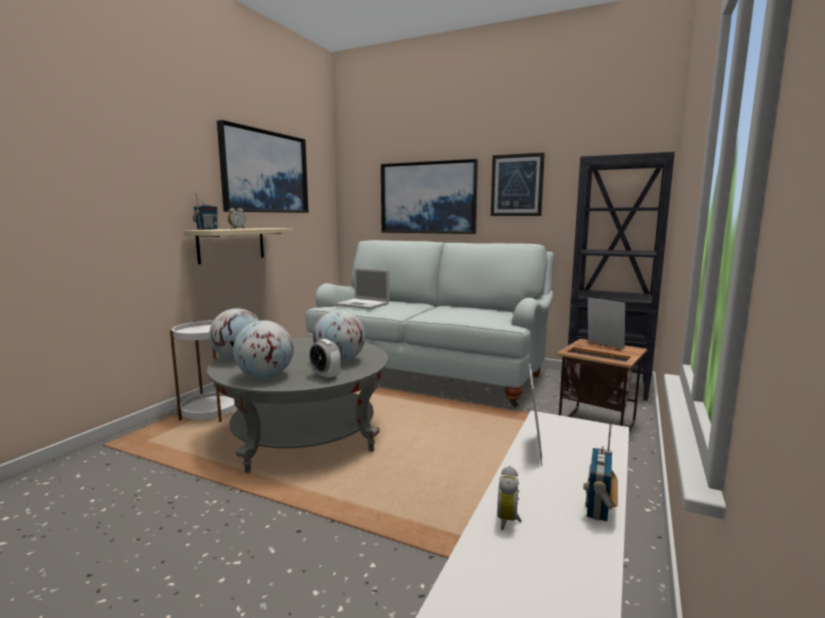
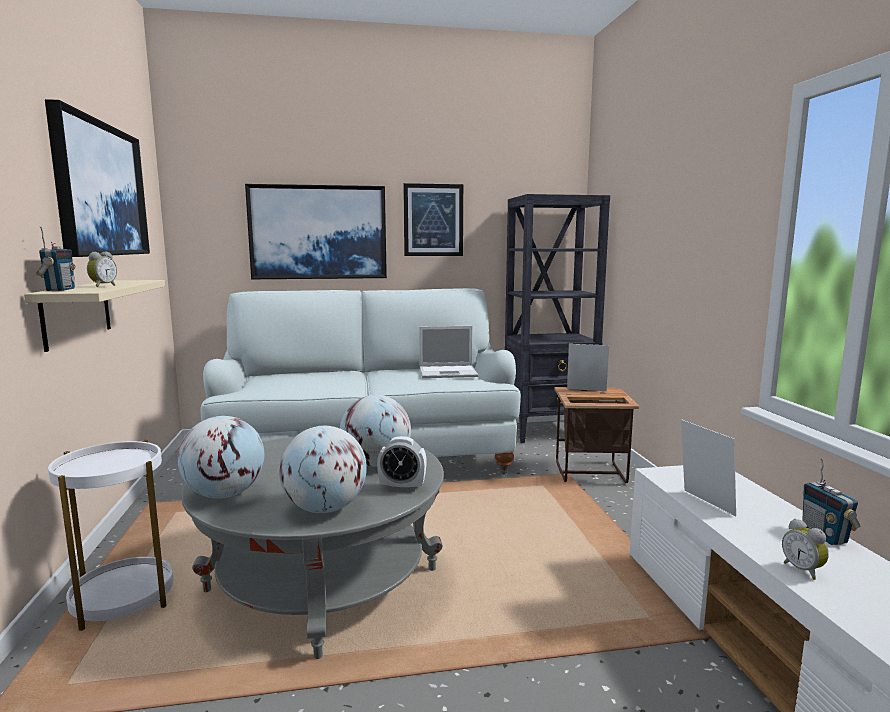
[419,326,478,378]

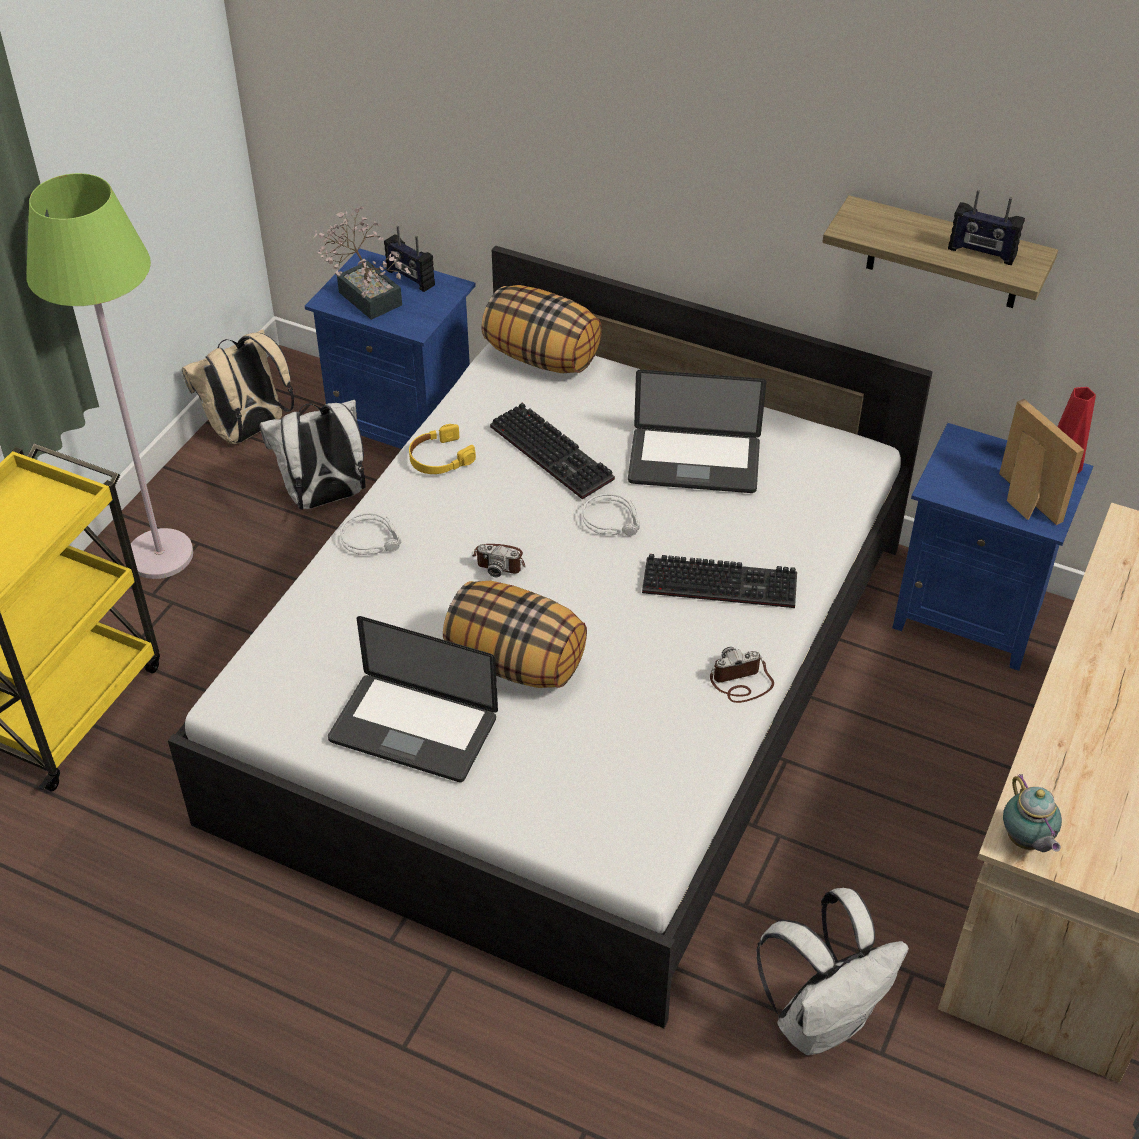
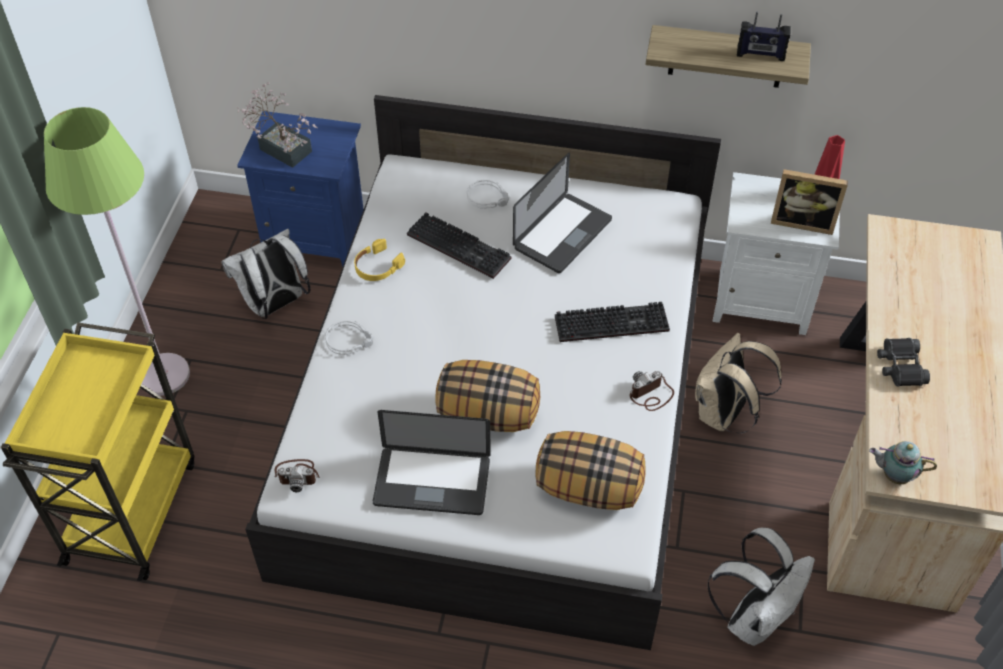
[274,459,320,492]
[467,180,509,209]
[513,153,612,273]
[536,431,646,510]
[695,333,782,433]
[712,172,840,335]
[771,169,848,235]
[869,441,937,484]
[877,338,930,386]
[384,226,435,292] (first image)

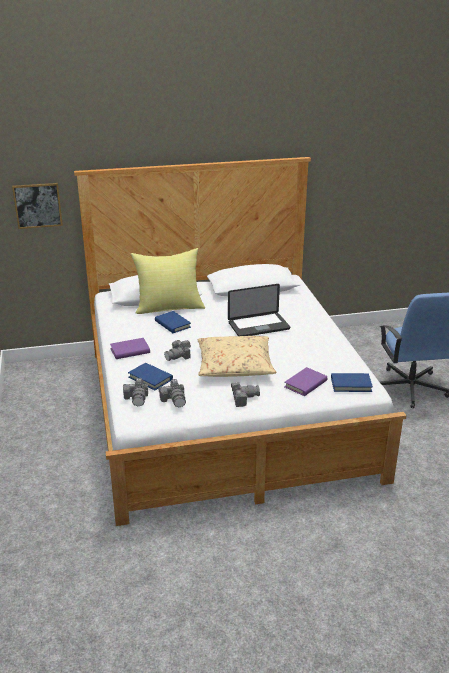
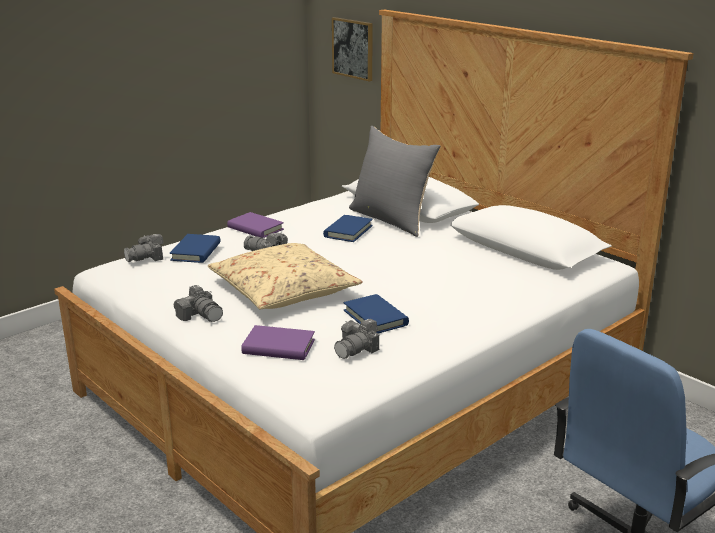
[334,319,379,359]
[343,294,409,334]
[349,126,441,237]
[228,284,290,336] (first image)

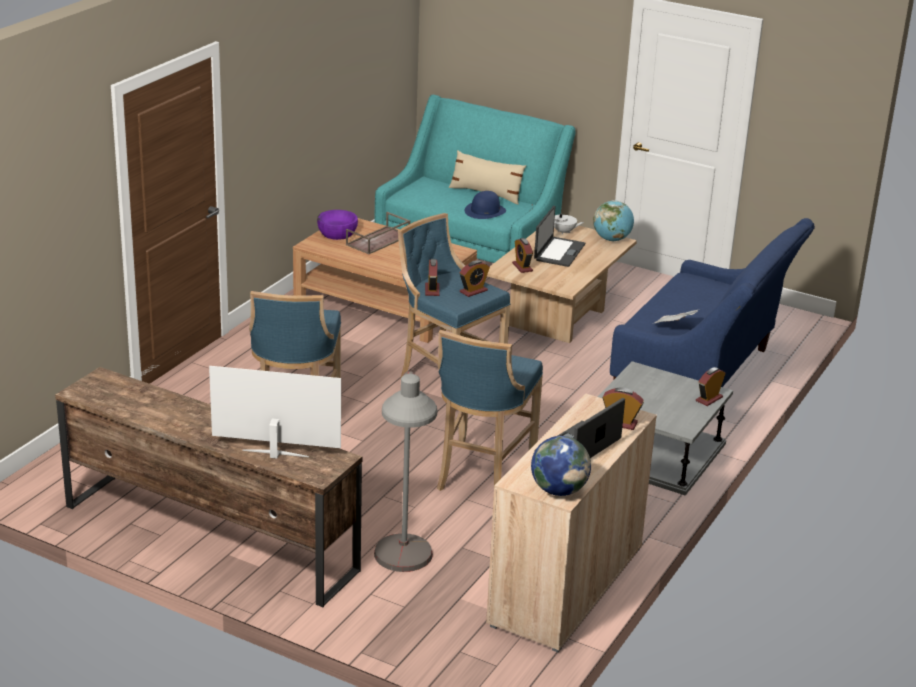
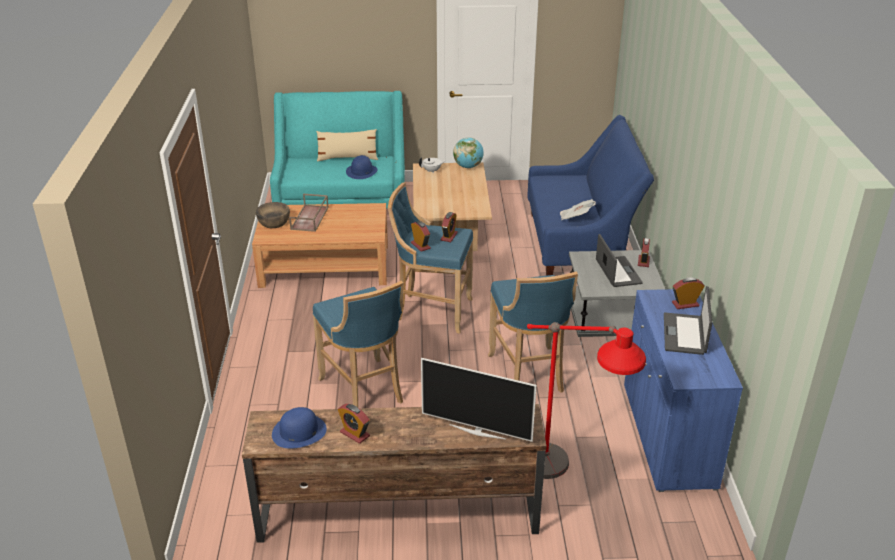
[256,202,290,228]
[272,407,327,449]
[338,404,370,444]
[421,358,537,442]
[527,322,646,479]
[596,234,643,287]
[624,289,743,492]
[531,436,591,496] (first image)

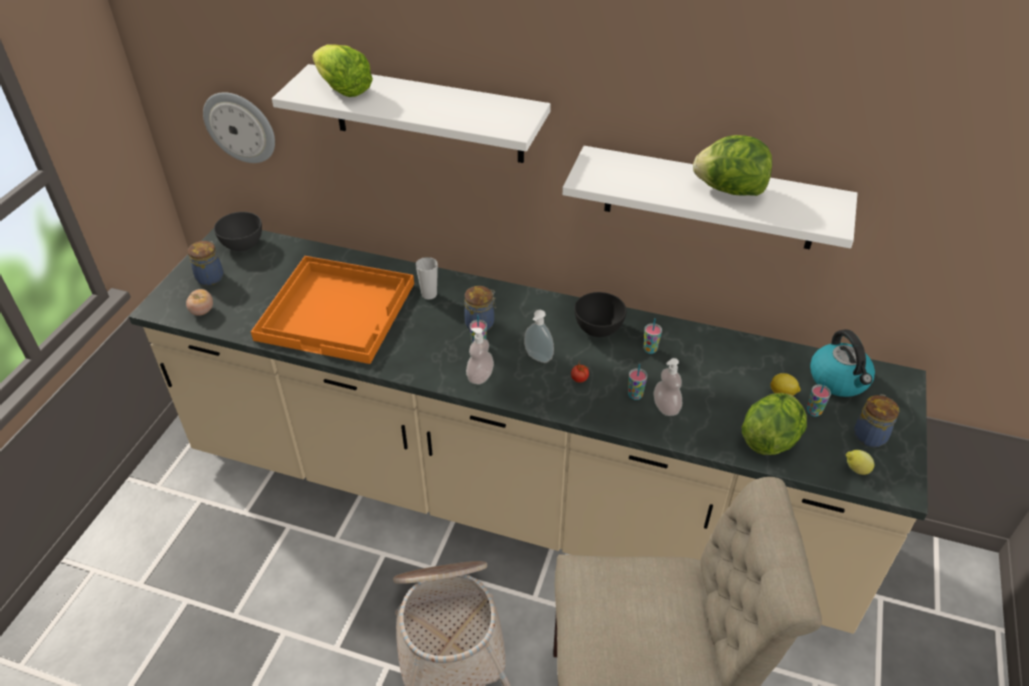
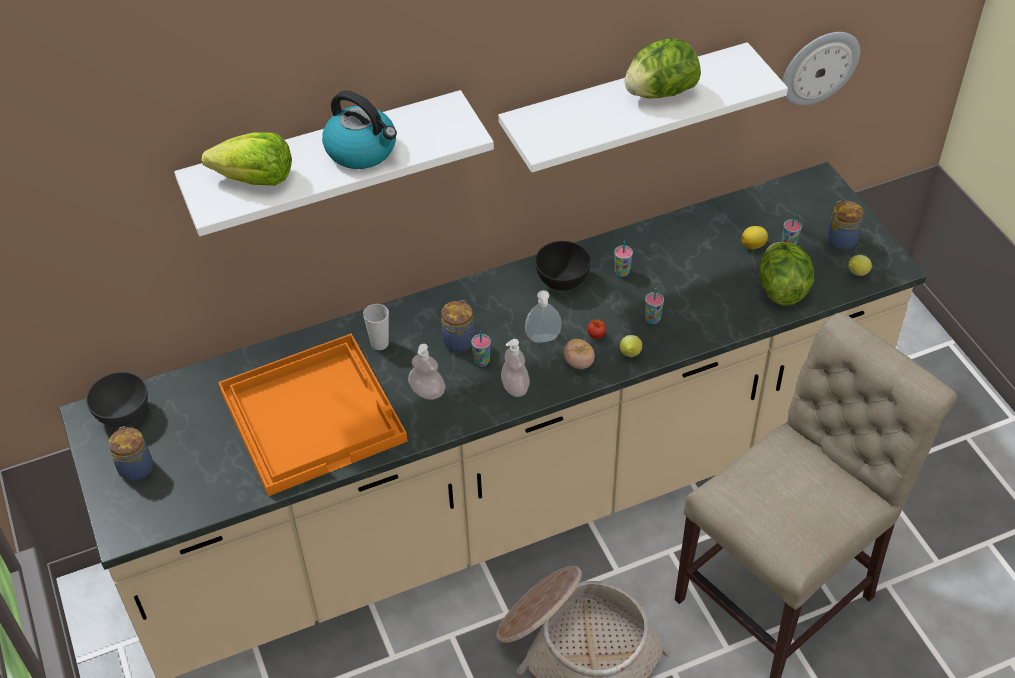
[322,90,397,169]
[408,344,445,400]
[564,339,595,369]
[620,335,642,357]
[783,32,860,105]

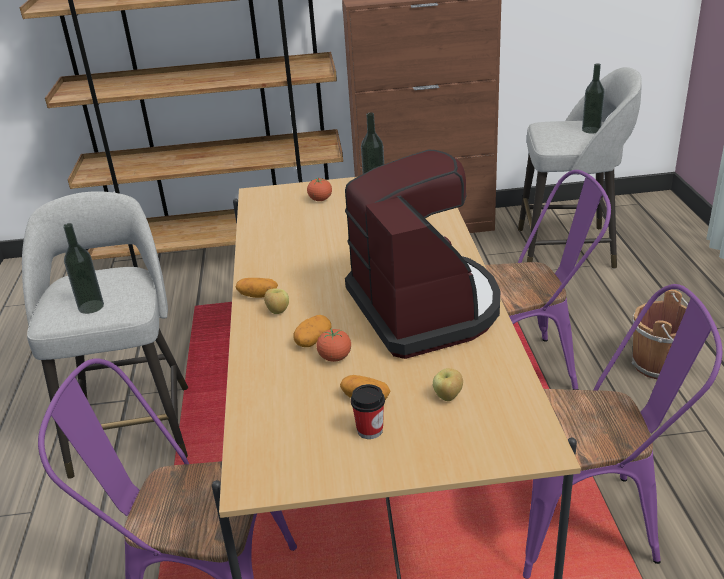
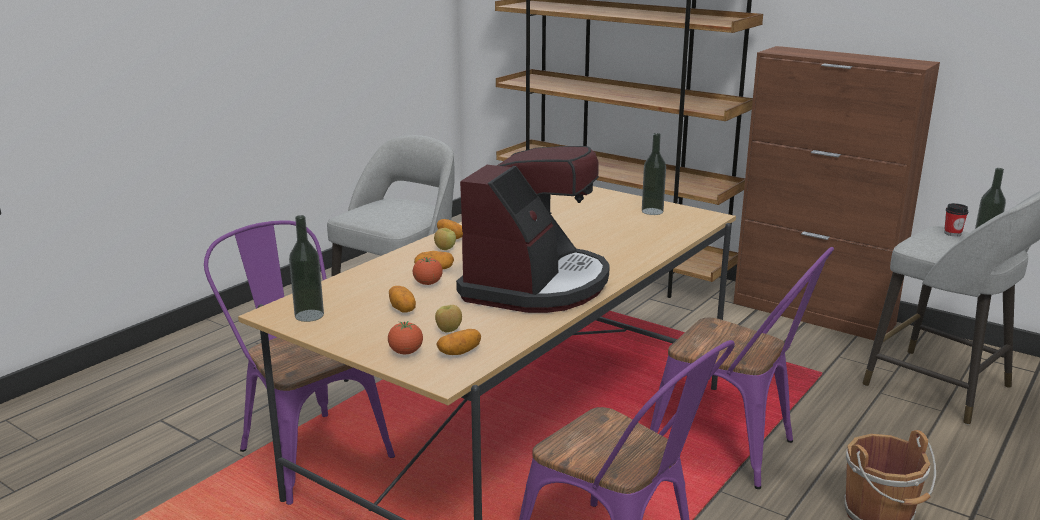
[289,215,324,322]
[388,321,423,354]
[436,329,481,355]
[944,203,968,236]

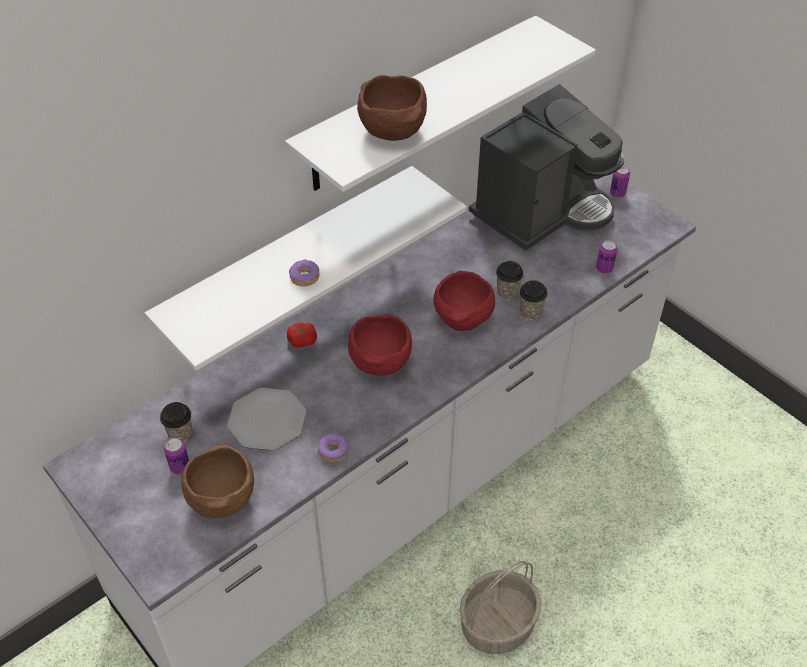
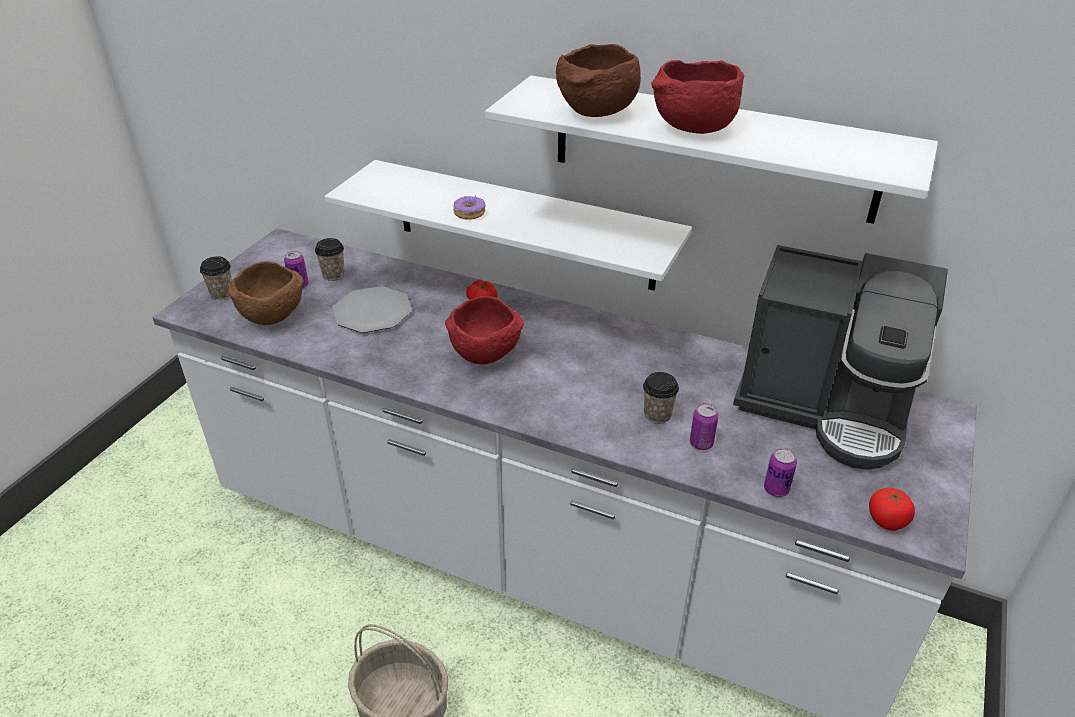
[200,256,232,300]
[651,60,744,134]
[690,403,719,450]
[869,488,915,531]
[318,433,348,462] (first image)

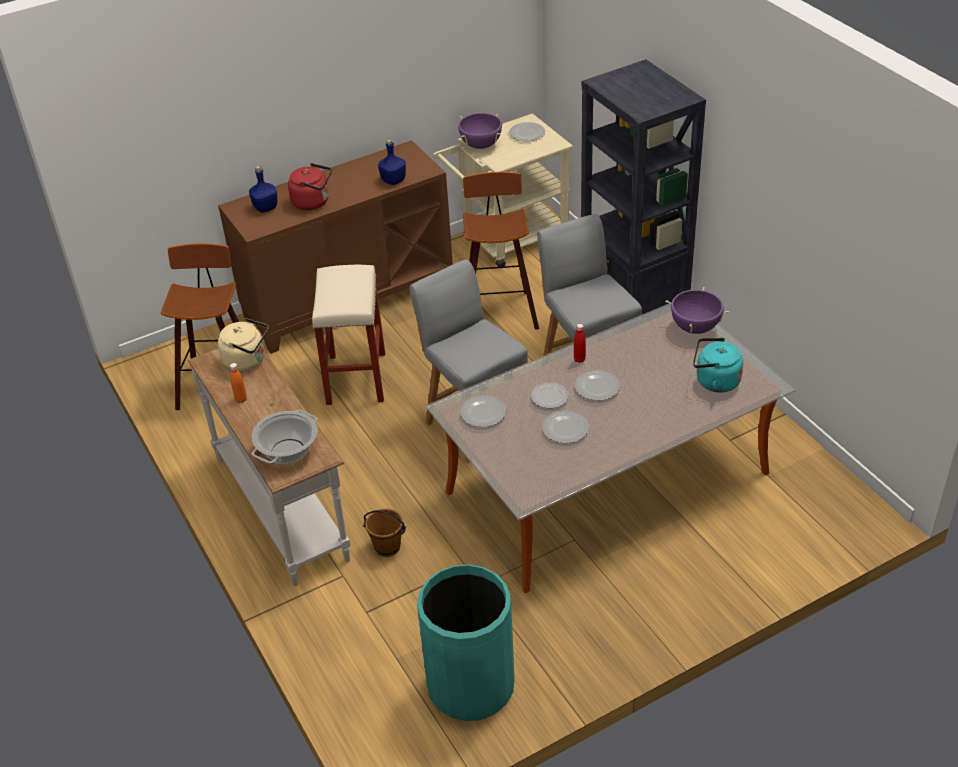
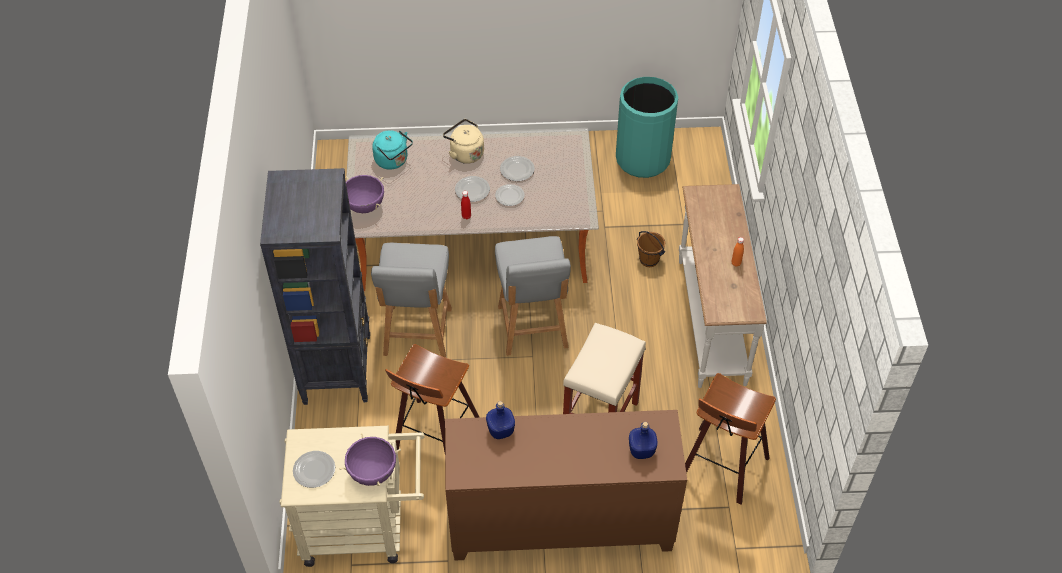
[443,119,484,164]
[252,410,318,464] (first image)
[288,163,332,210] (first image)
[460,395,506,427] (first image)

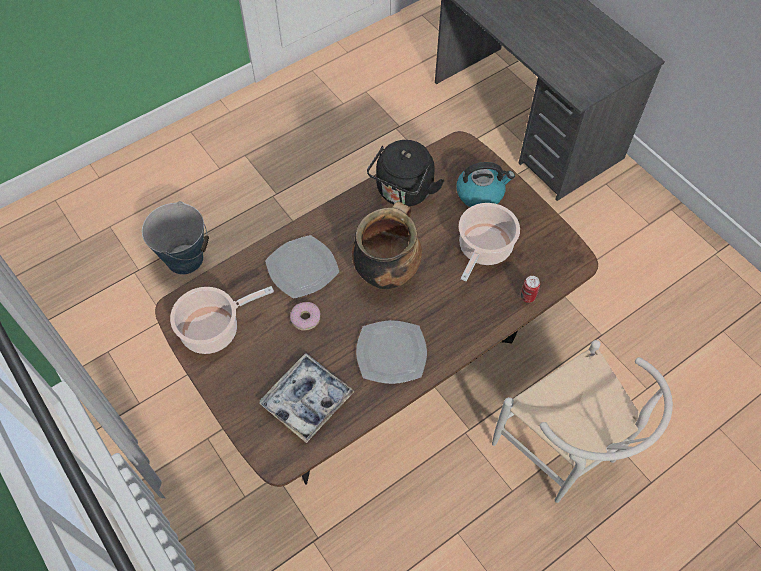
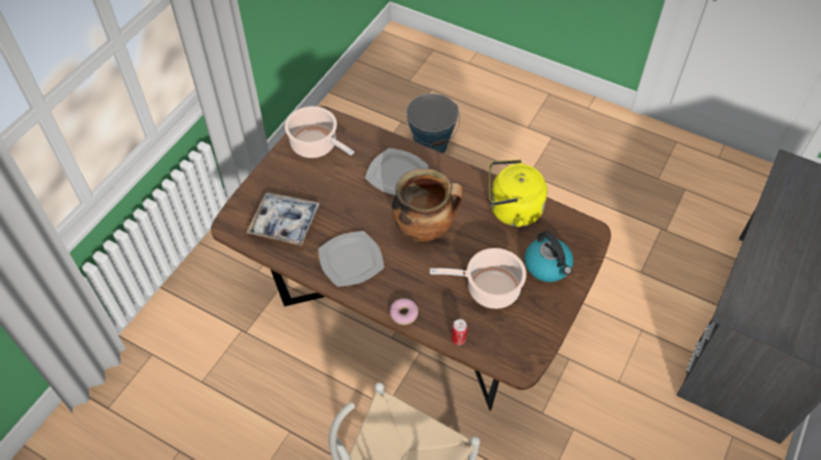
[390,298,419,325]
[489,159,547,227]

